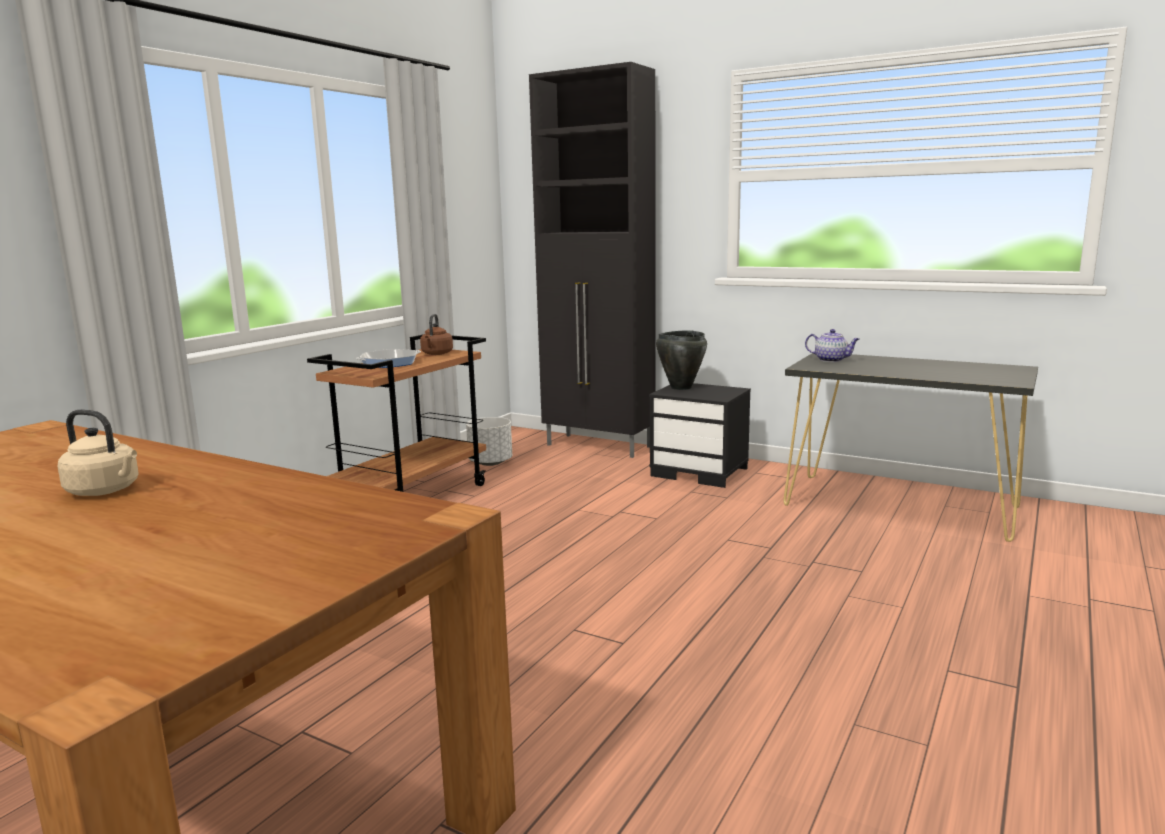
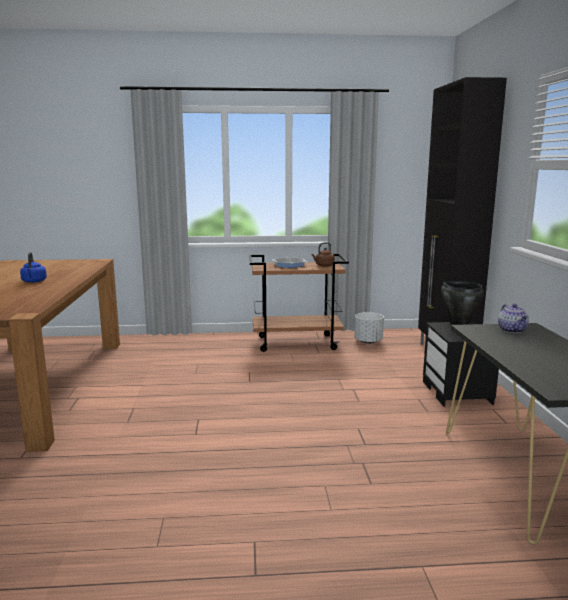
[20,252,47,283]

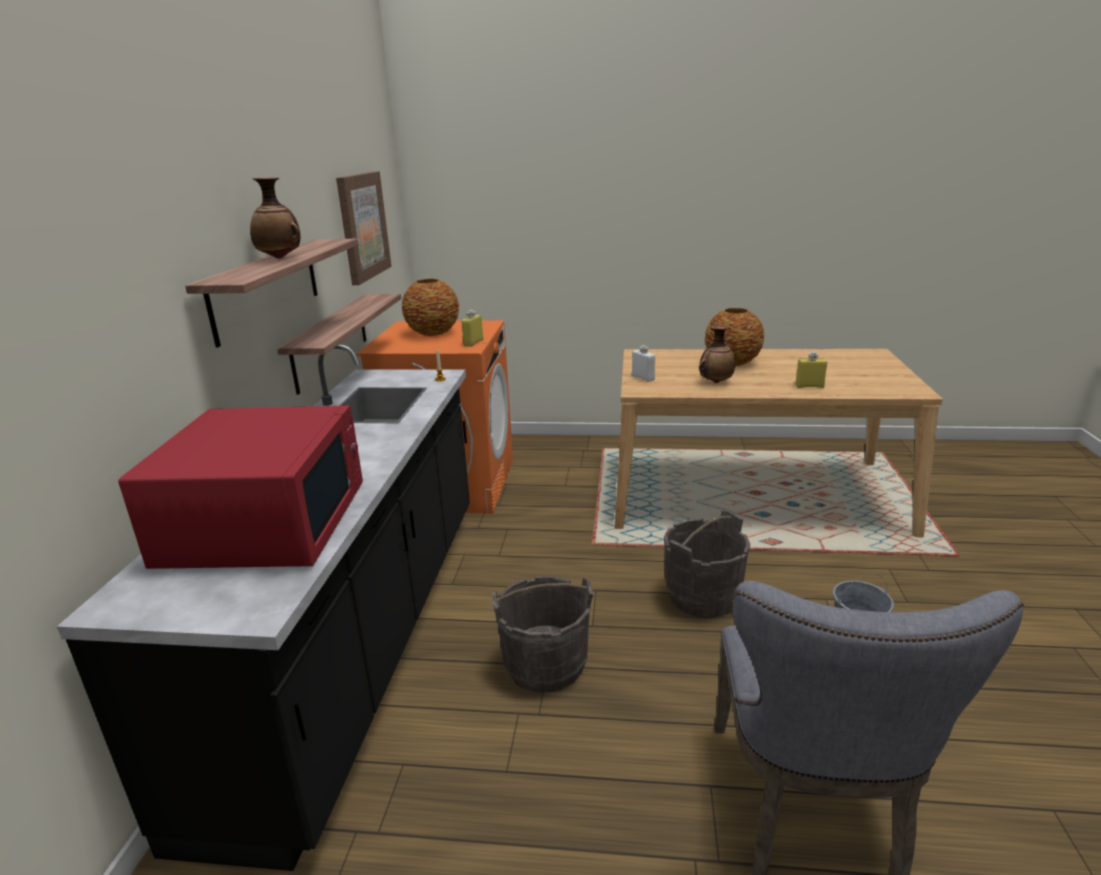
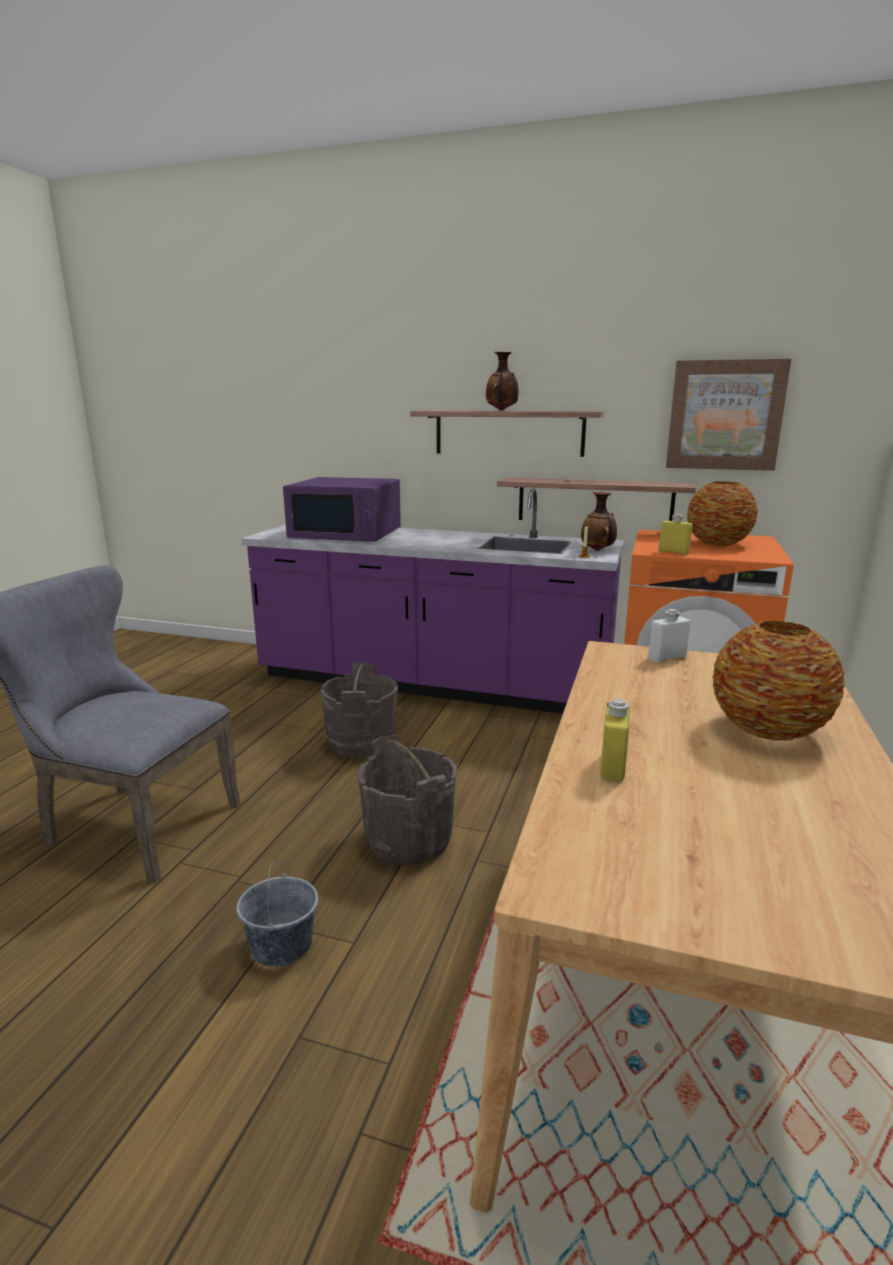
[241,488,624,714]
[283,477,401,542]
[581,492,617,551]

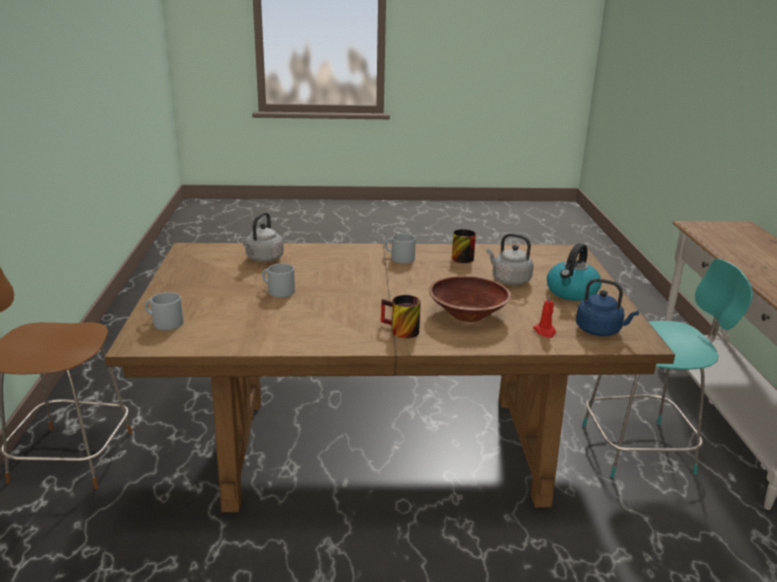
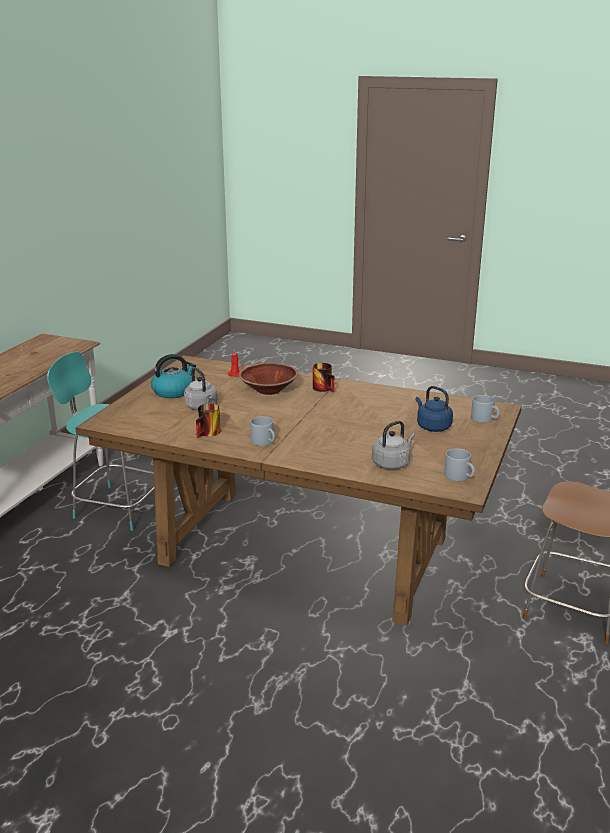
[415,386,453,432]
[444,448,475,481]

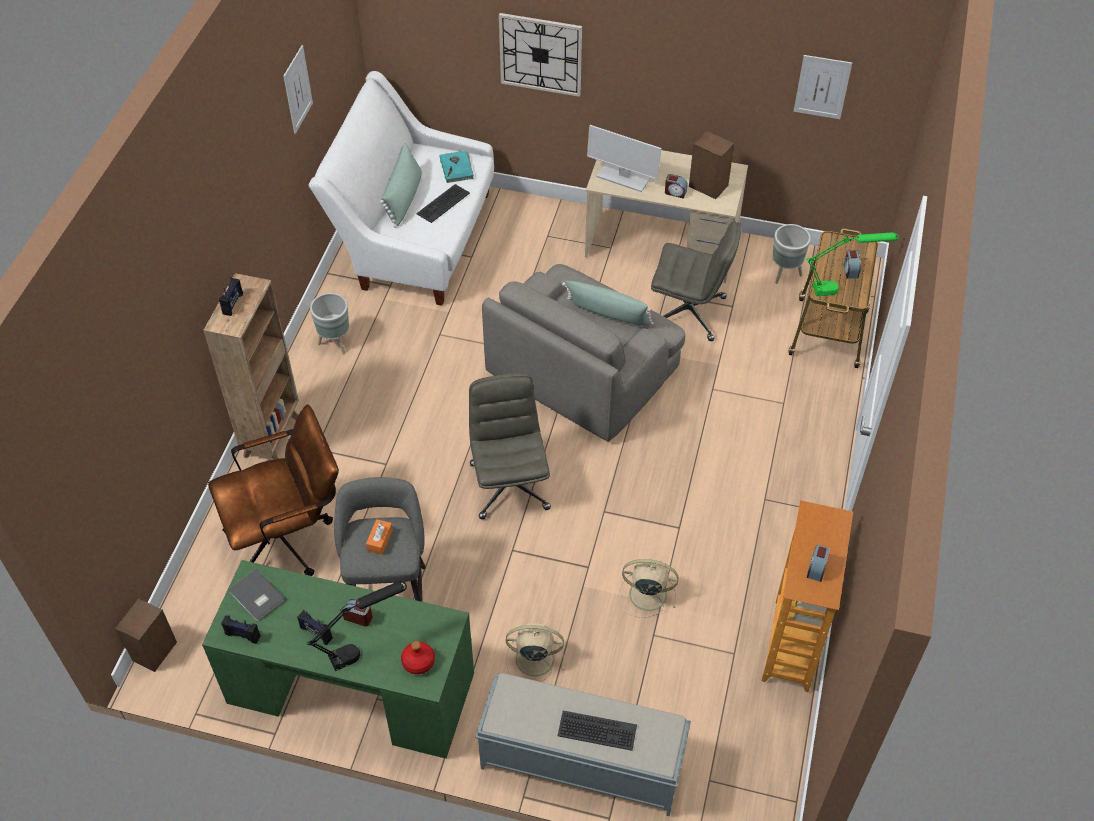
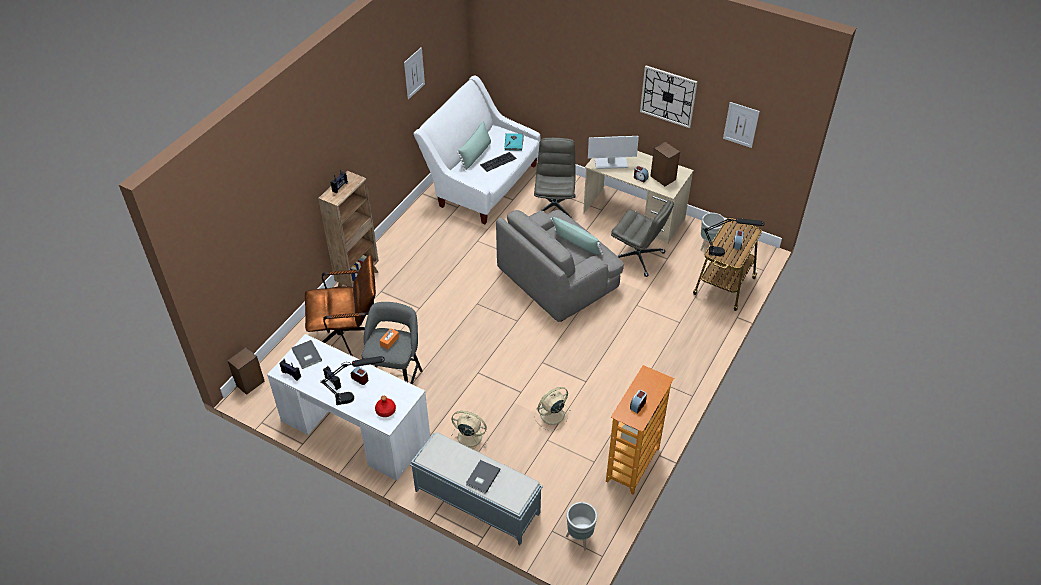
[267,334,430,481]
[466,460,501,494]
[534,138,576,219]
[534,387,571,431]
[566,502,597,551]
[588,136,639,169]
[640,65,698,128]
[704,217,765,256]

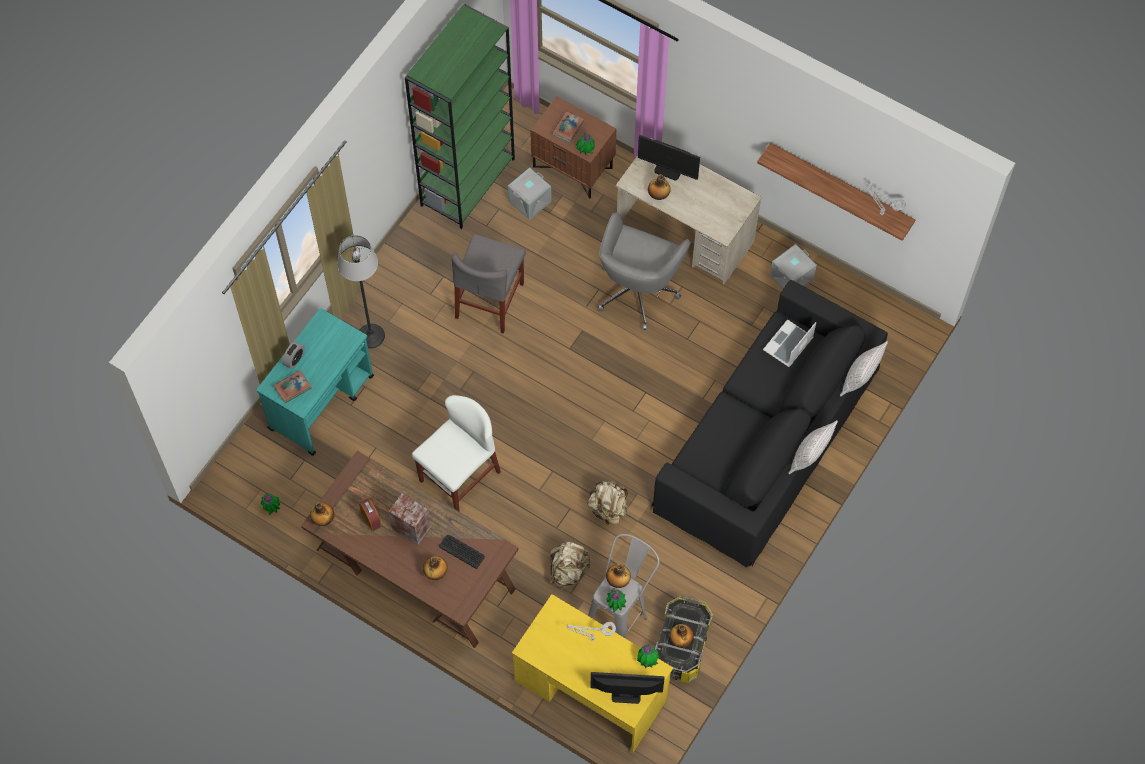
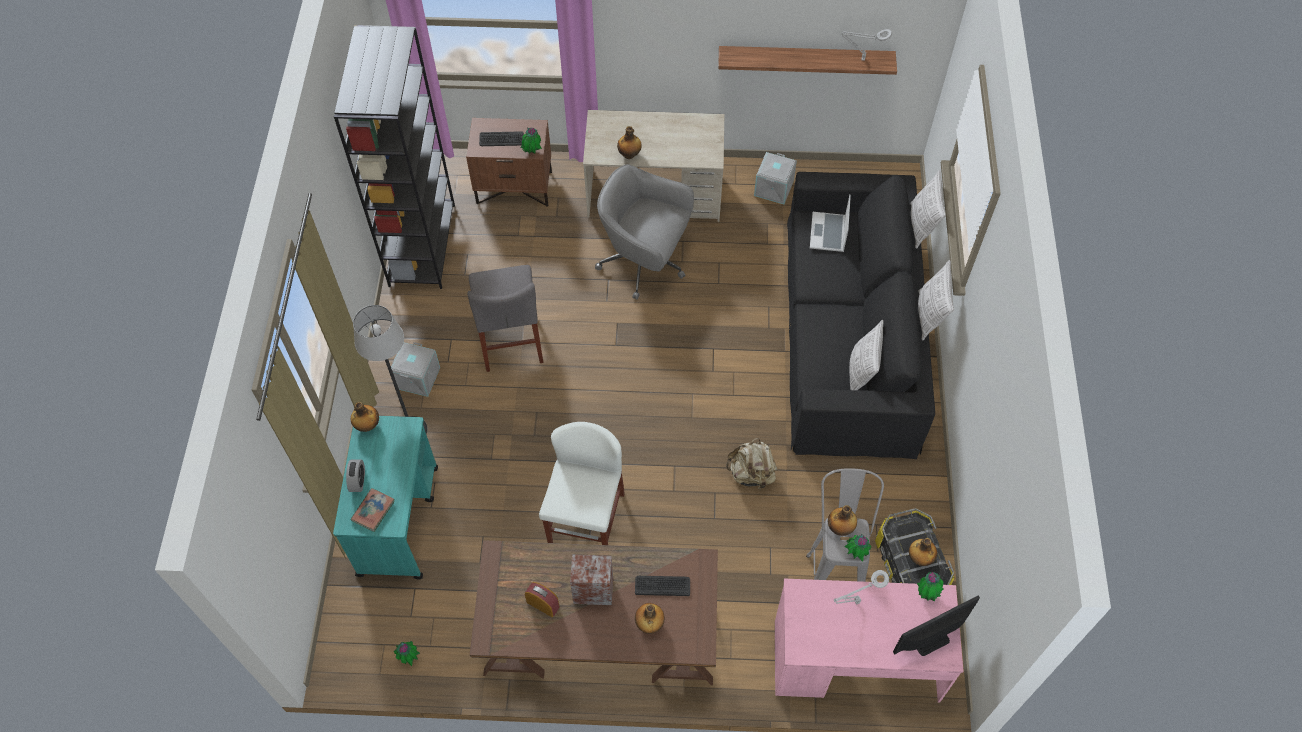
[334,25,455,289]
[351,402,379,432]
[391,342,440,397]
[479,131,524,146]
[595,164,694,300]
[775,579,963,703]
[849,320,883,390]
[550,542,590,588] (first image)
[638,135,700,180] (first image)

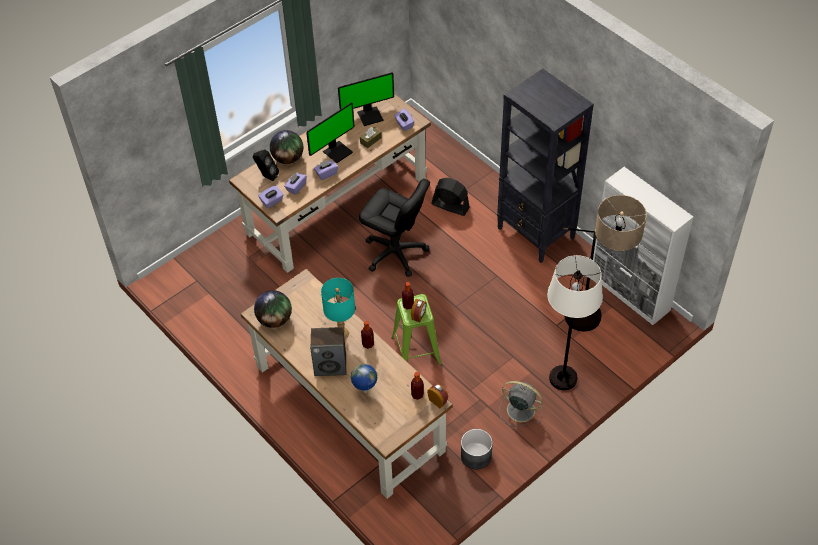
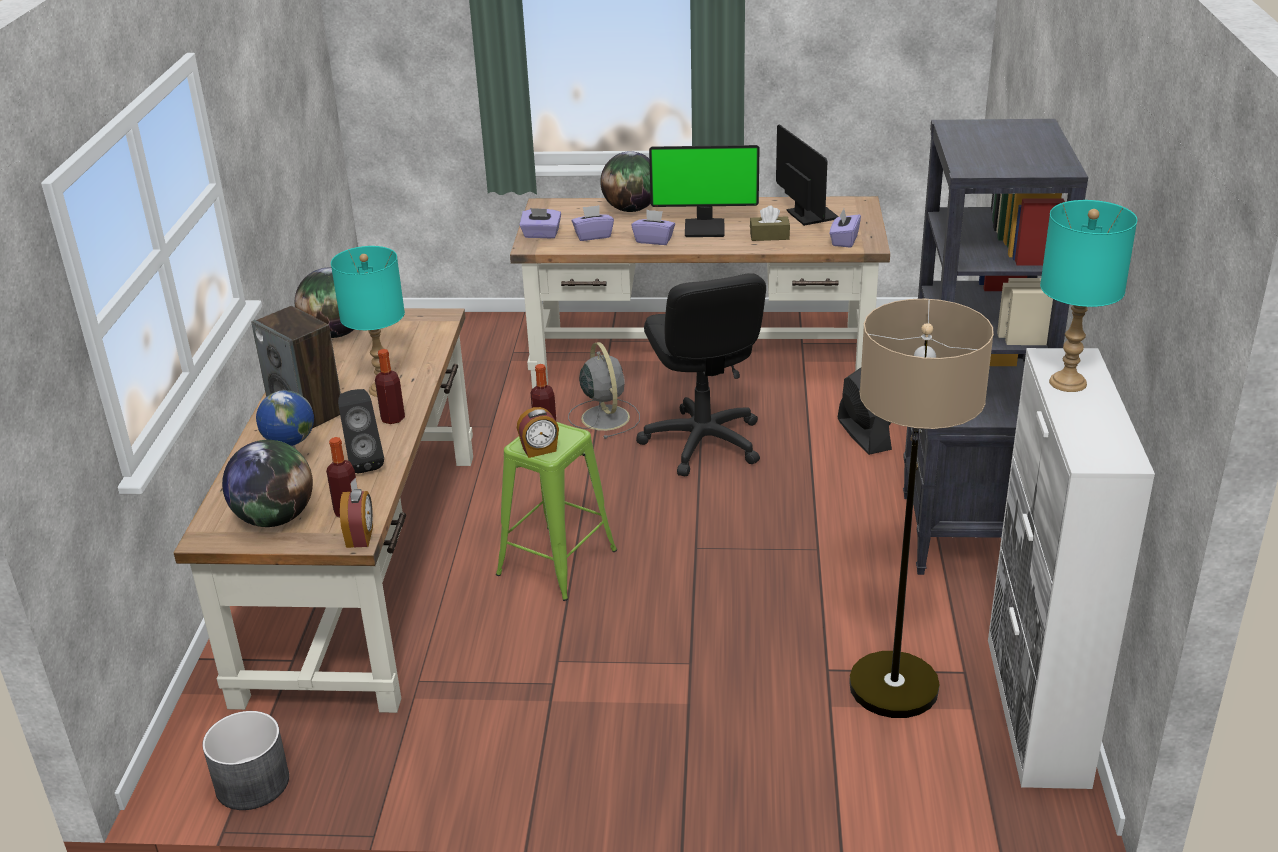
[202,711,289,810]
[222,440,313,527]
[338,389,384,474]
[568,342,640,439]
[776,125,839,226]
[1040,200,1137,392]
[547,255,603,390] (first image)

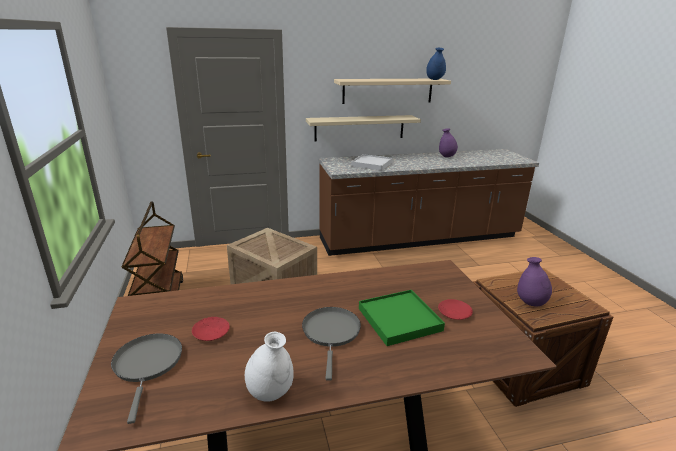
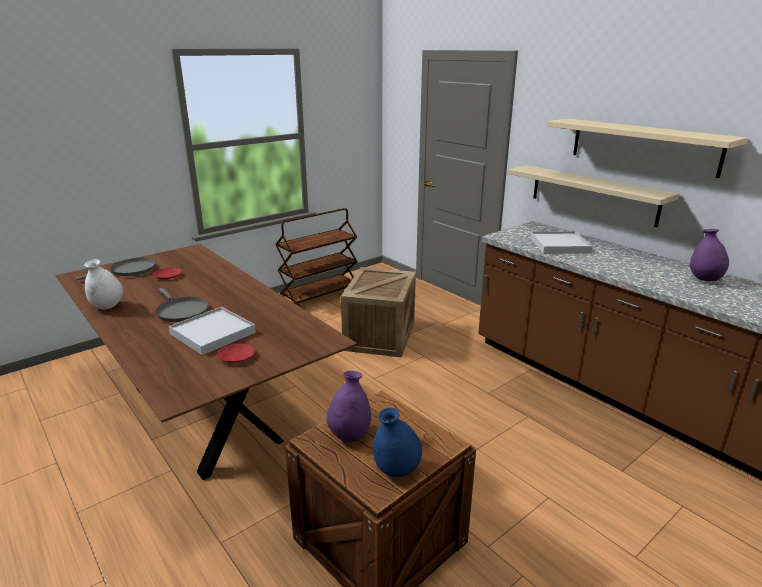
[155,288,209,322]
[169,307,256,355]
[373,408,422,477]

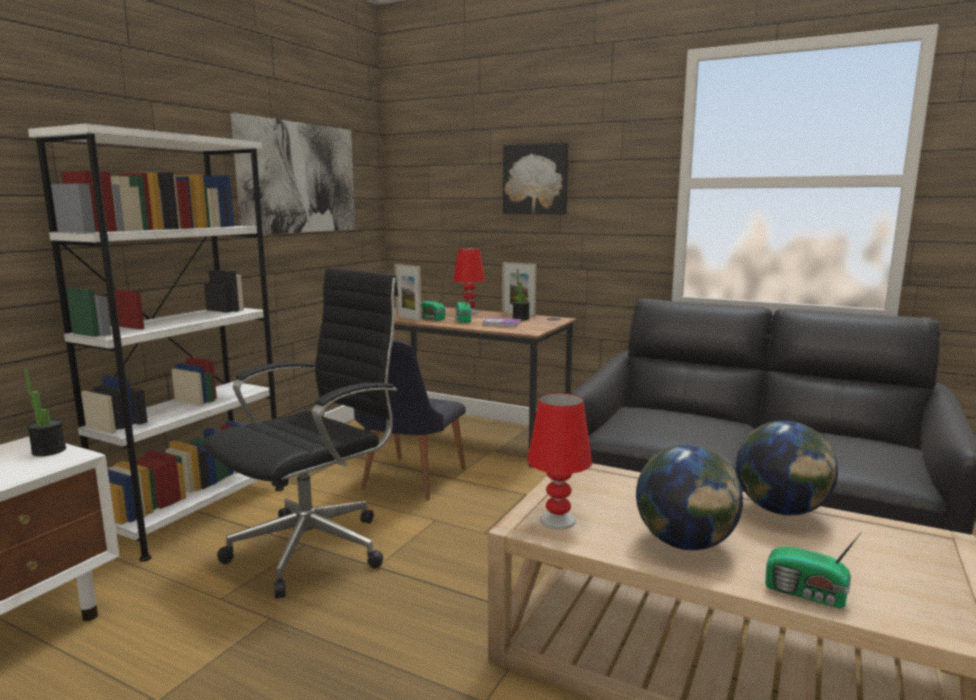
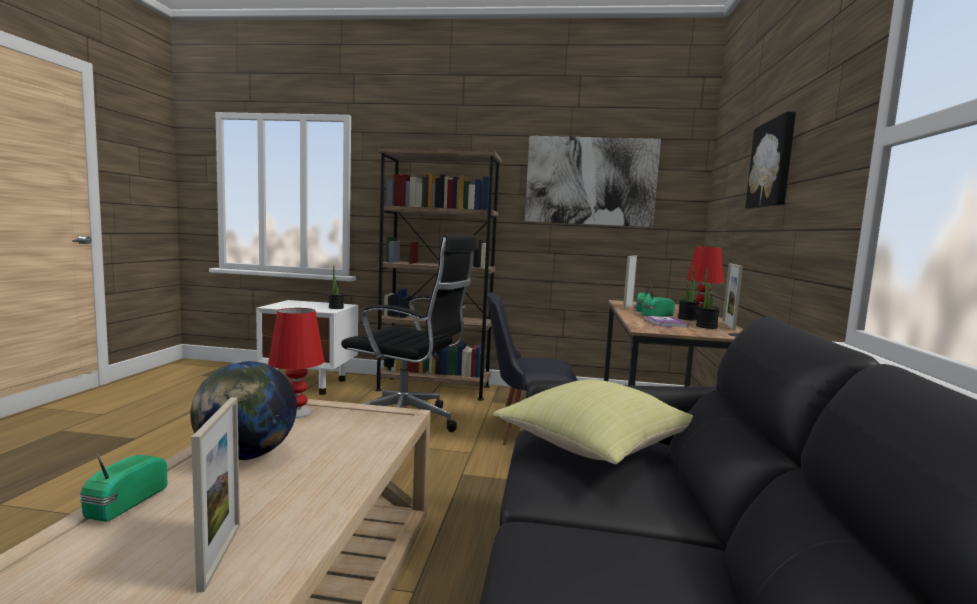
[191,397,240,593]
[375,148,502,401]
[493,380,693,464]
[678,265,699,321]
[736,421,838,515] (first image)

